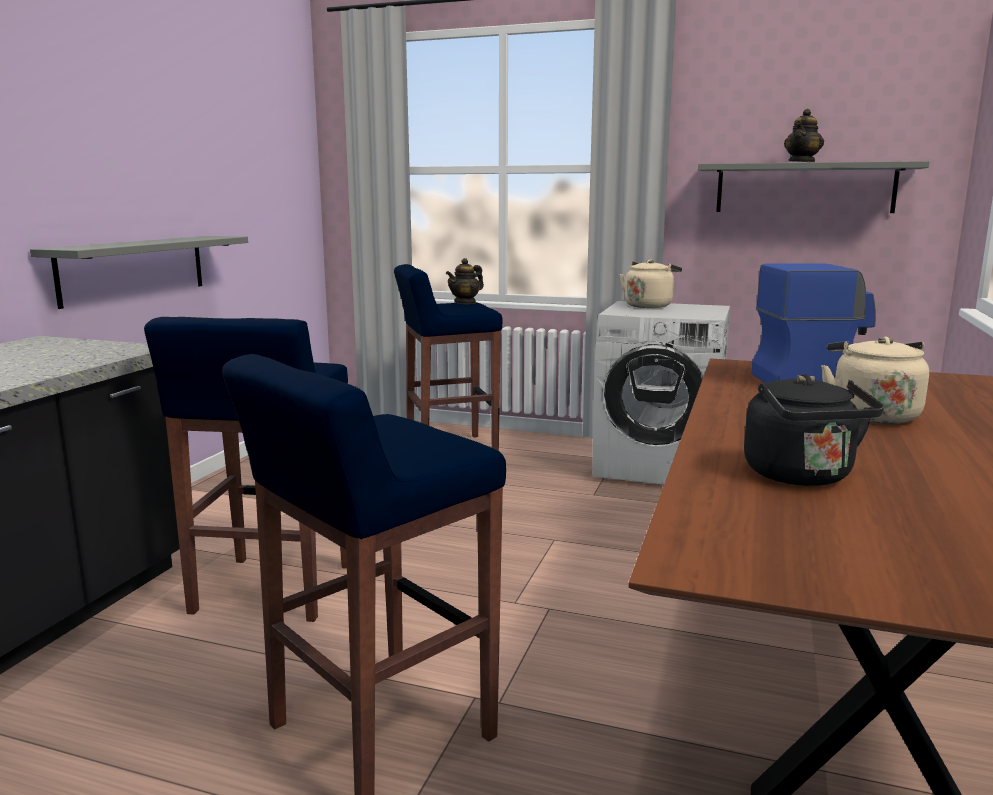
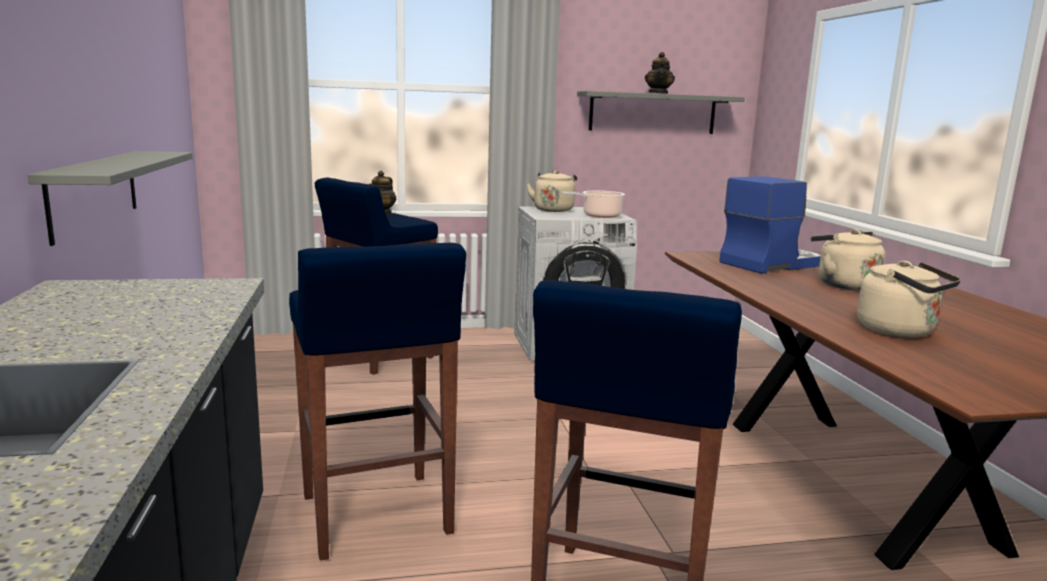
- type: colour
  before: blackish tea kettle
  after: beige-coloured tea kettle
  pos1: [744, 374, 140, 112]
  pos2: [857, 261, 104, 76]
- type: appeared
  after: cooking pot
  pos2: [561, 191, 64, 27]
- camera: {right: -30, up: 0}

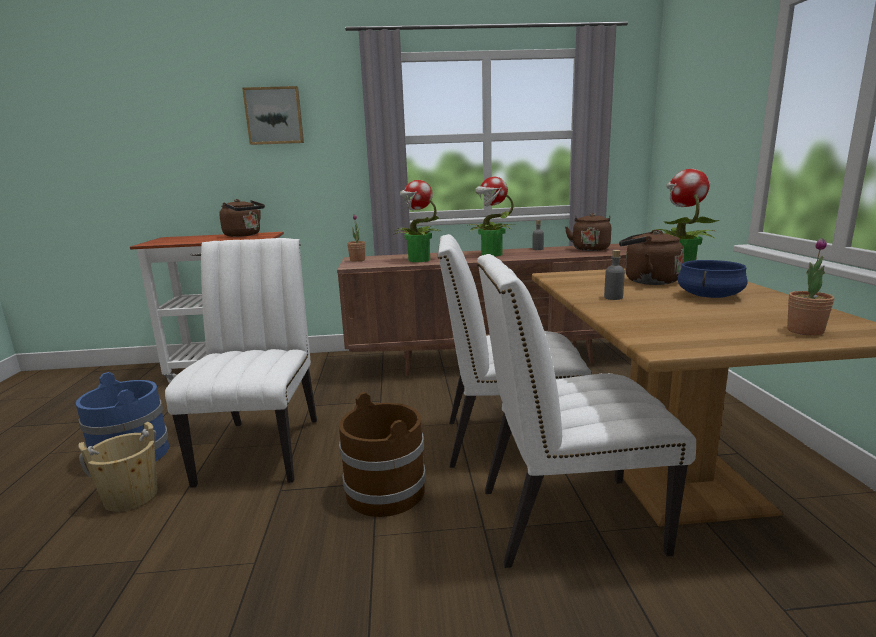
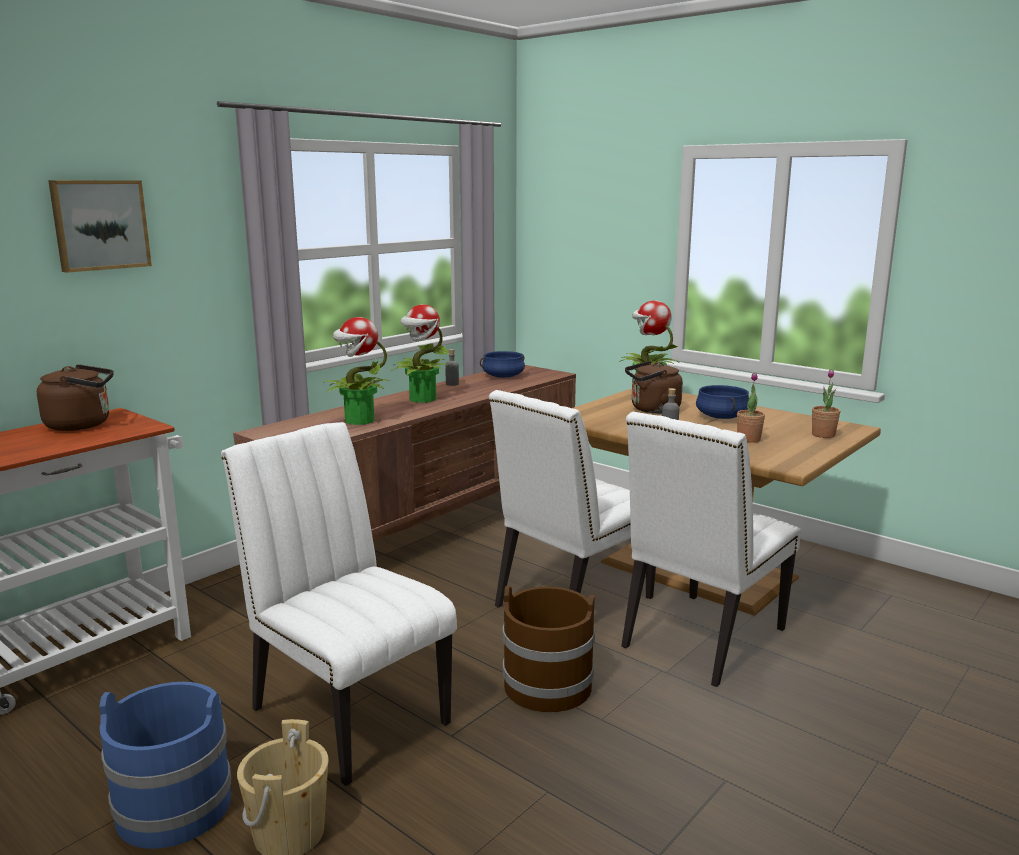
- type: exchanged
  before: brown tea kettle
  after: blue-coloured cooking pot
  pos1: [565, 213, 46, 38]
  pos2: [480, 351, 45, 27]
- type: relocated
  before: plant in a pot
  pos1: [347, 214, 18, 48]
  pos2: [737, 373, 28, 70]
- camera: {right: -45, up: 0}

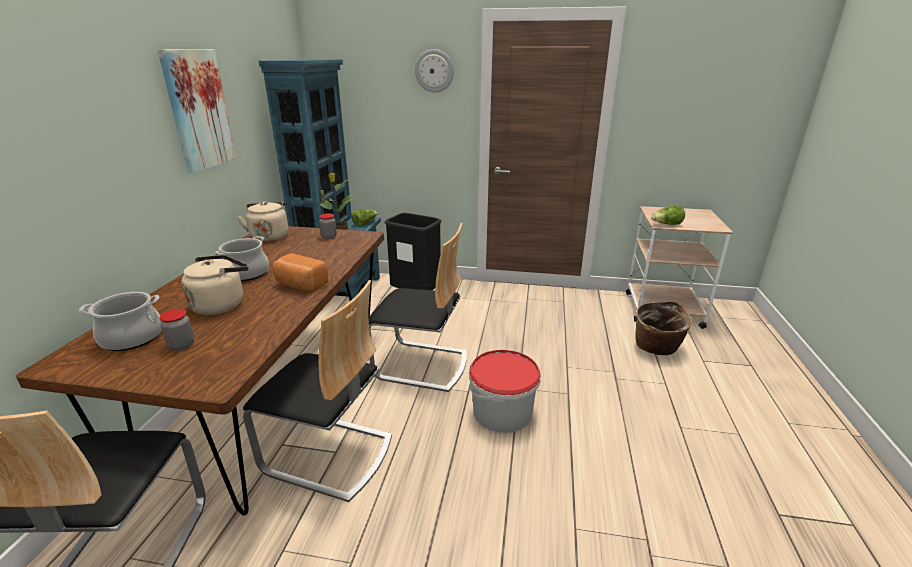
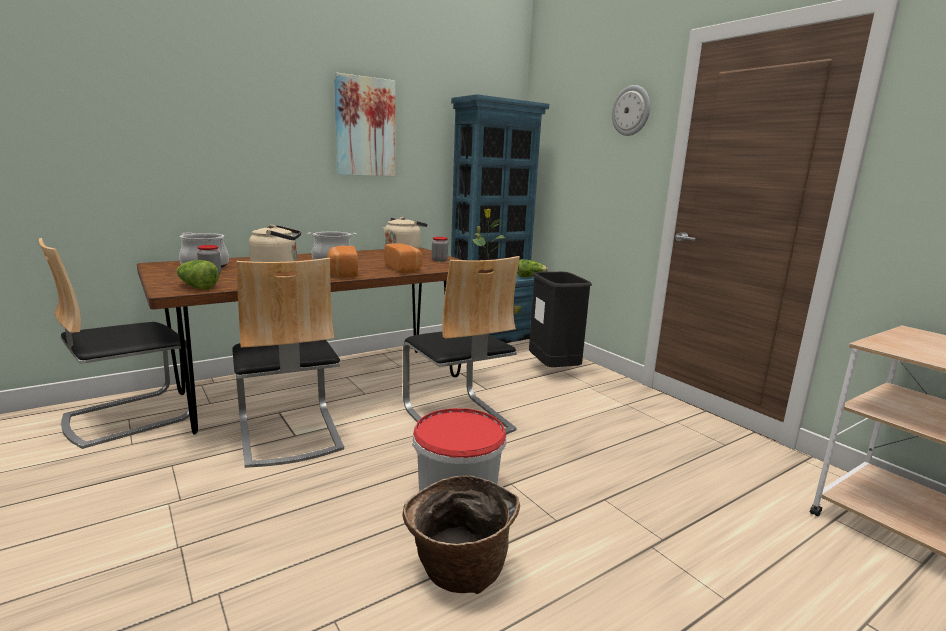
- type: relocated
  before: lettuce
  pos1: [651, 205, 34, 20]
  pos2: [177, 260, 42, 30]
- type: relocated
  before: storage basket
  pos1: [635, 301, 57, 54]
  pos2: [402, 476, 118, 118]
- type: appeared
  after: baked bread
  pos2: [384, 243, 39, 30]
- camera: {right: 45, up: -10}

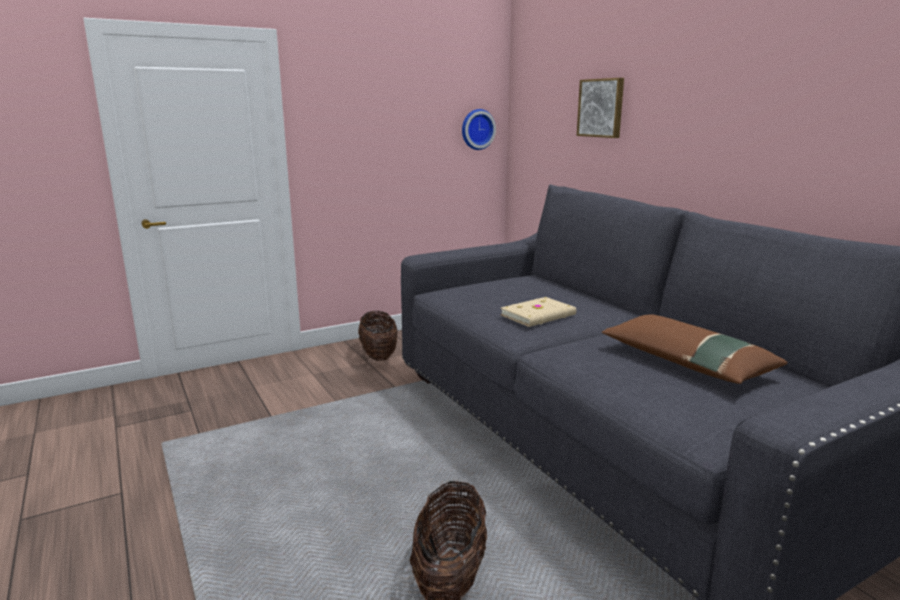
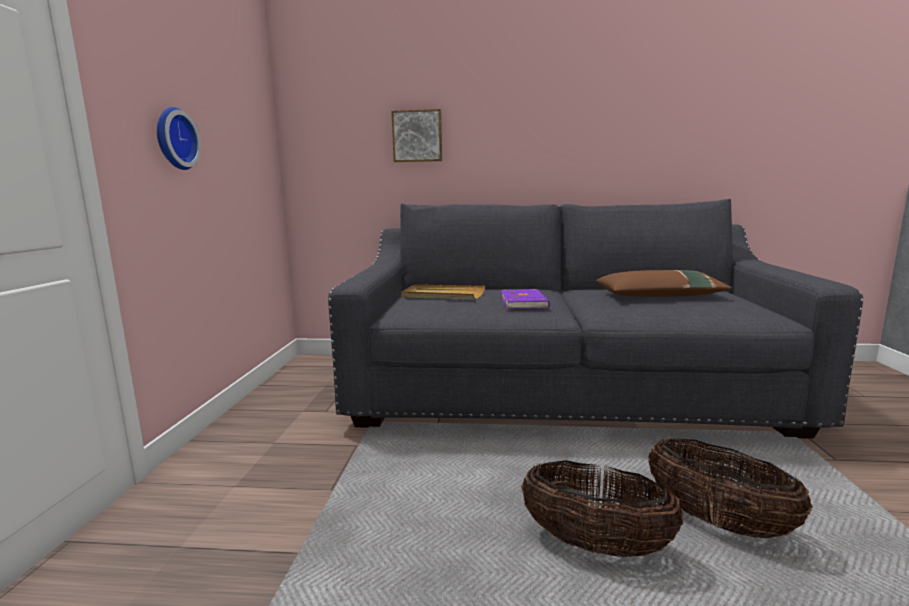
- type: relocated
  before: clock on the wall
  pos1: [462, 109, 34, 41]
  pos2: [157, 107, 44, 63]
- type: colour
  before: beige-coloured volume
  after: purple volume
  pos1: [501, 297, 75, 30]
  pos2: [501, 289, 49, 20]
- type: relocated
  before: storage basket
  pos1: [358, 311, 39, 50]
  pos2: [521, 460, 162, 97]
- type: appeared
  after: beige-coloured serving tray
  pos2: [401, 285, 84, 14]
- camera: {right: -55, up: -5}

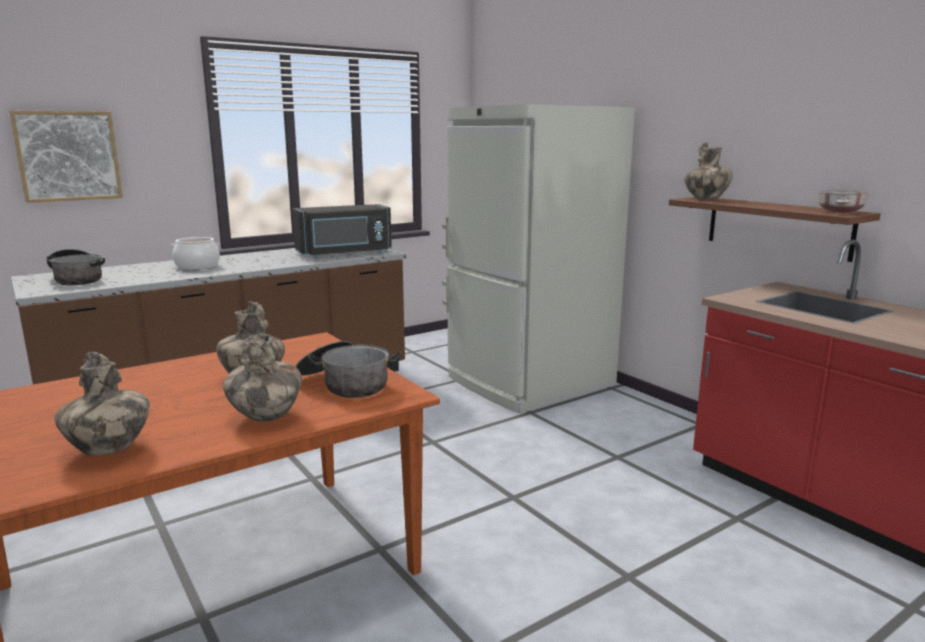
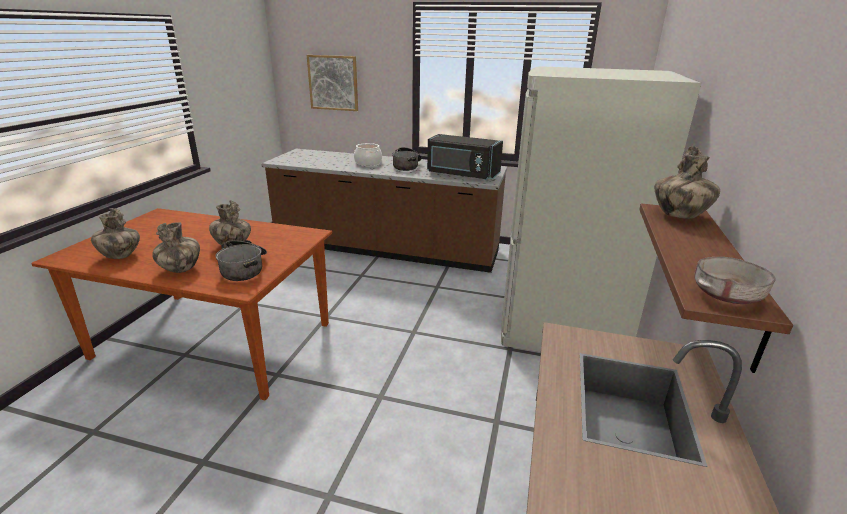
- type: relocated
  before: cooking pot
  pos1: [47, 249, 58, 36]
  pos2: [392, 147, 30, 24]
- camera: {right: 50, up: 10}

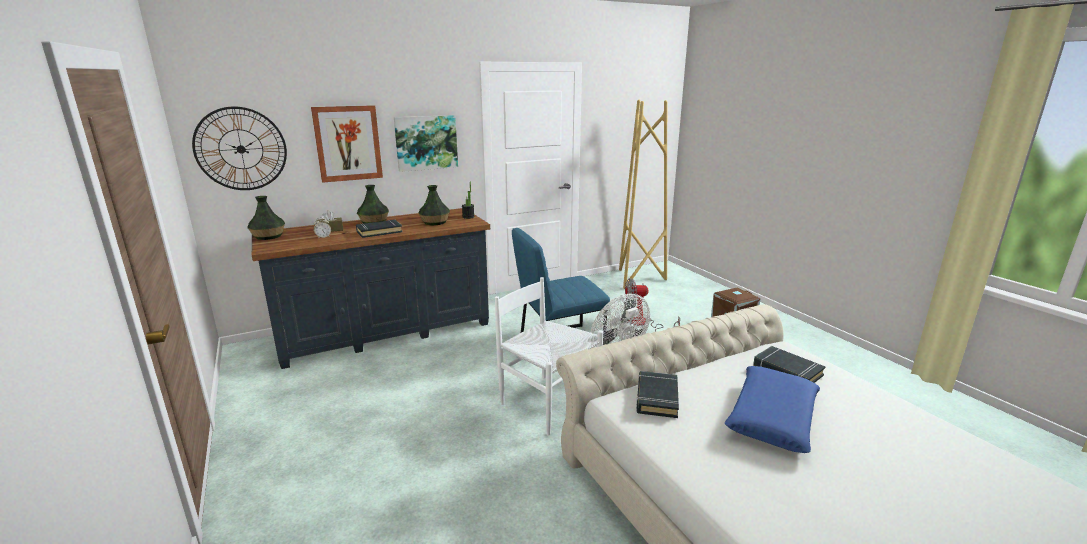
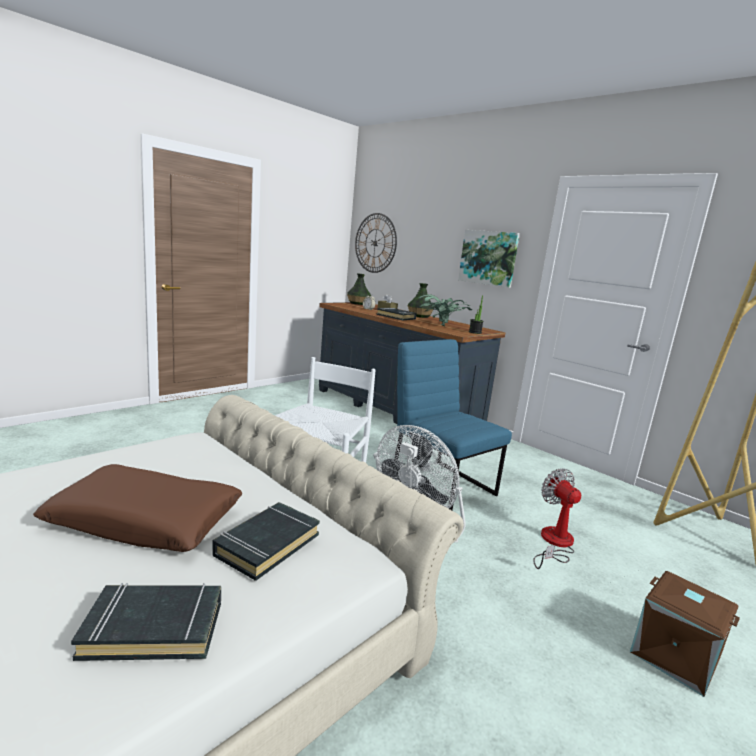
- type: missing
  before: wall art
  pos1: [311, 105, 72, 78]
- type: exchanged
  before: flower vase
  after: plant in a pot
  pos1: [419, 185, 31, 40]
  pos2: [418, 294, 54, 33]
- type: colour
  before: blue-coloured throw pillow
  after: brown throw pillow
  pos1: [725, 366, 95, 87]
  pos2: [33, 464, 209, 88]
- type: relocated
  before: blackish volume
  pos1: [636, 371, 43, 47]
  pos2: [71, 583, 150, 78]
- camera: {right: 70, up: -5}

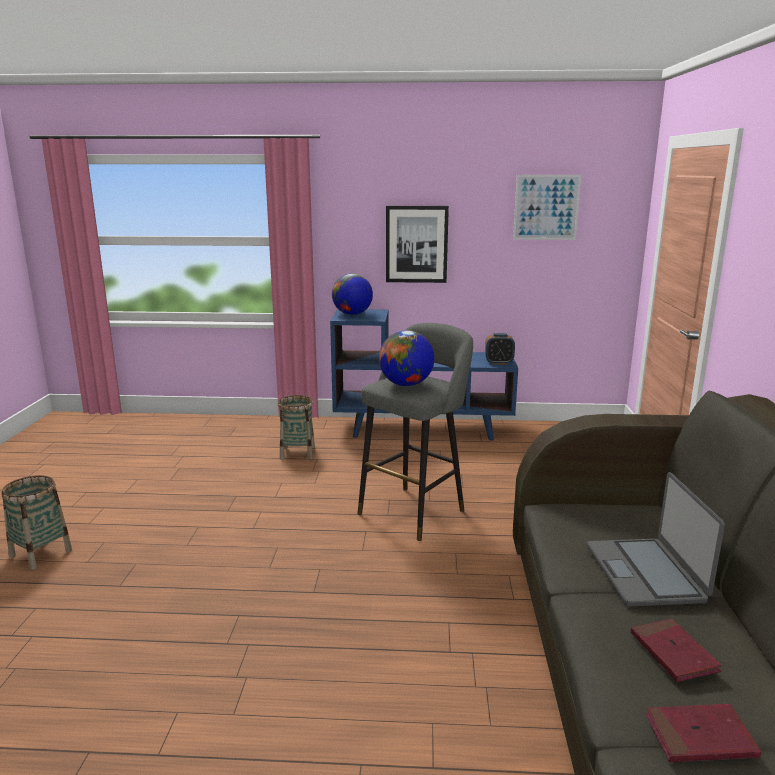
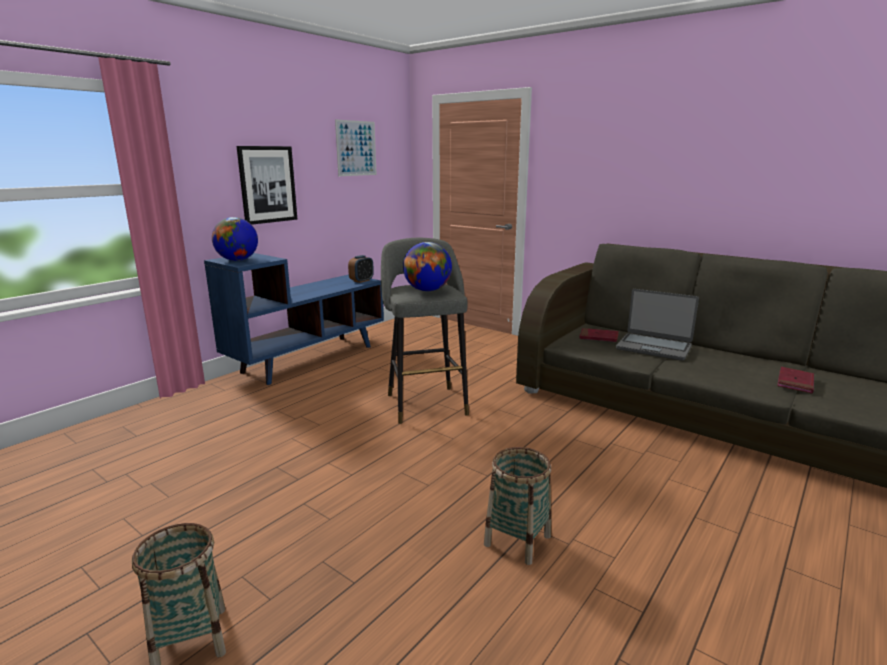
- type: relocated
  before: storage basket
  pos1: [278, 395, 37, 65]
  pos2: [484, 447, 67, 118]
- type: relocated
  before: red-coloured volume
  pos1: [631, 619, 91, 63]
  pos2: [579, 328, 40, 14]
- camera: {right: -55, up: 0}

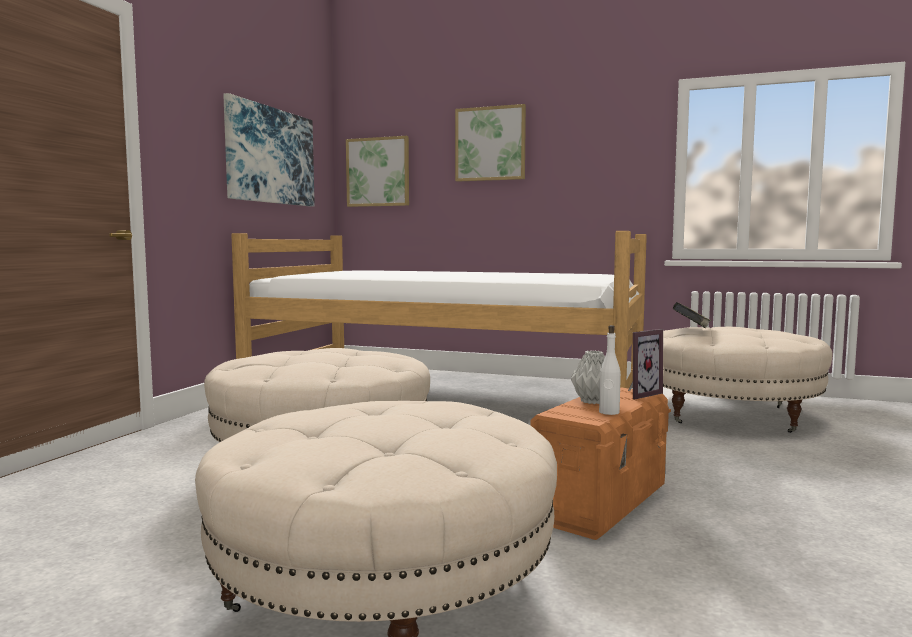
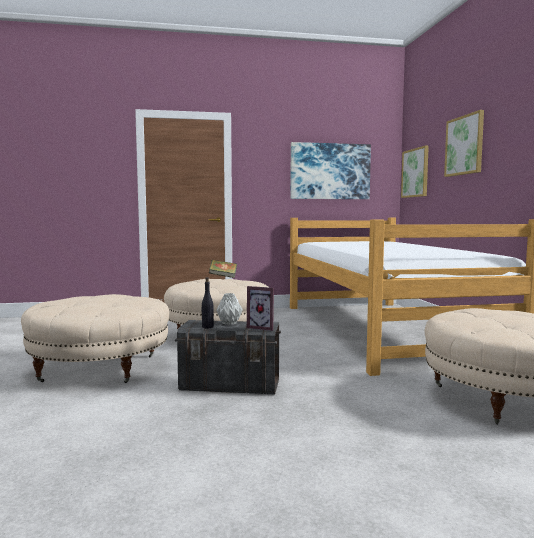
- type: relocated
  before: volume
  pos1: [672, 302, 39, 26]
  pos2: [209, 260, 28, 18]
- type: colour
  before: whitish bottle
  after: blackish bottle
  pos1: [599, 325, 22, 90]
  pos2: [201, 277, 13, 51]
- type: colour
  before: orangey storage box
  after: grey storage box
  pos1: [530, 387, 141, 153]
  pos2: [175, 320, 106, 74]
- camera: {right: 60, up: 0}

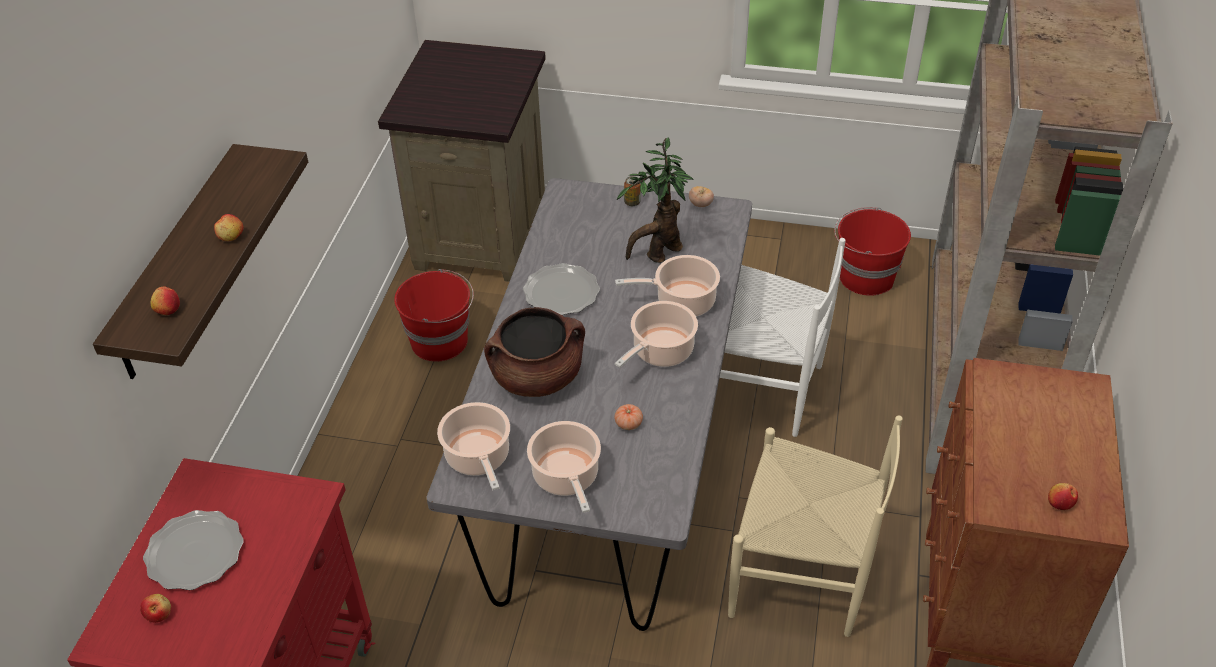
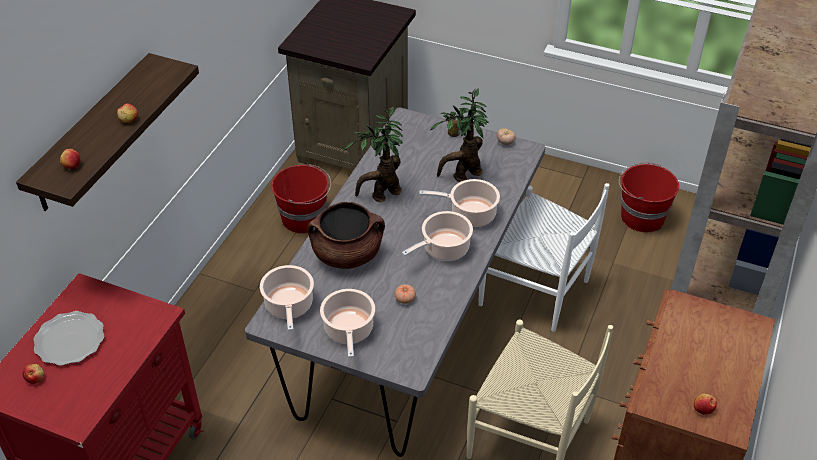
- type: exchanged
  before: dinner plate
  after: plant in a pot
  pos1: [523, 263, 77, 52]
  pos2: [344, 107, 59, 95]
- camera: {right: 10, up: 0}

